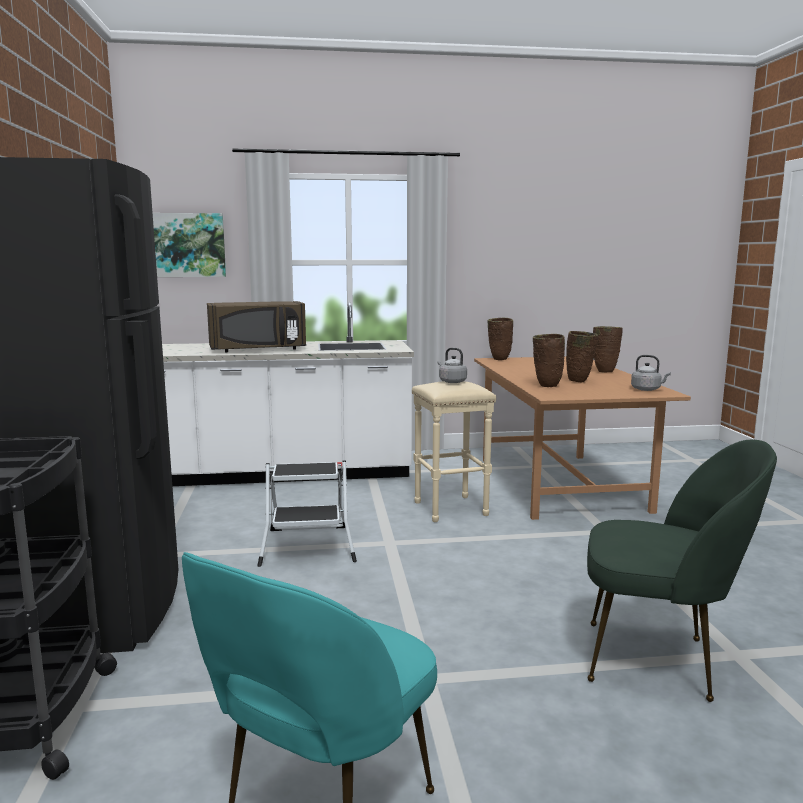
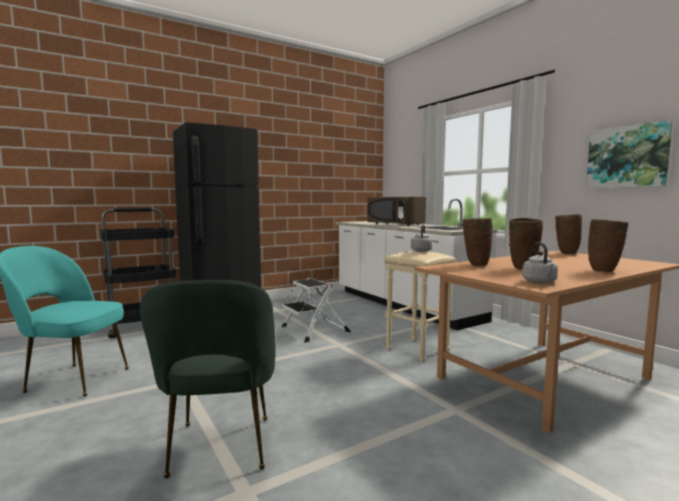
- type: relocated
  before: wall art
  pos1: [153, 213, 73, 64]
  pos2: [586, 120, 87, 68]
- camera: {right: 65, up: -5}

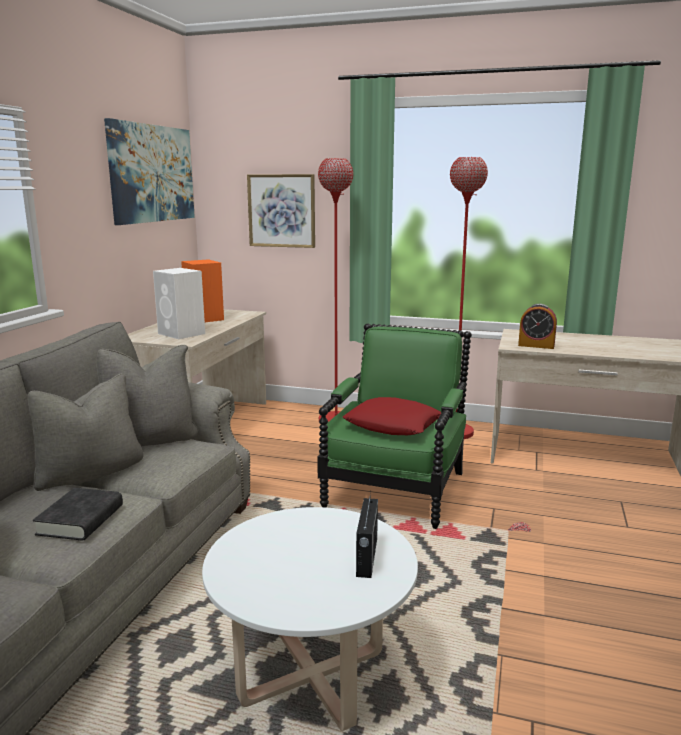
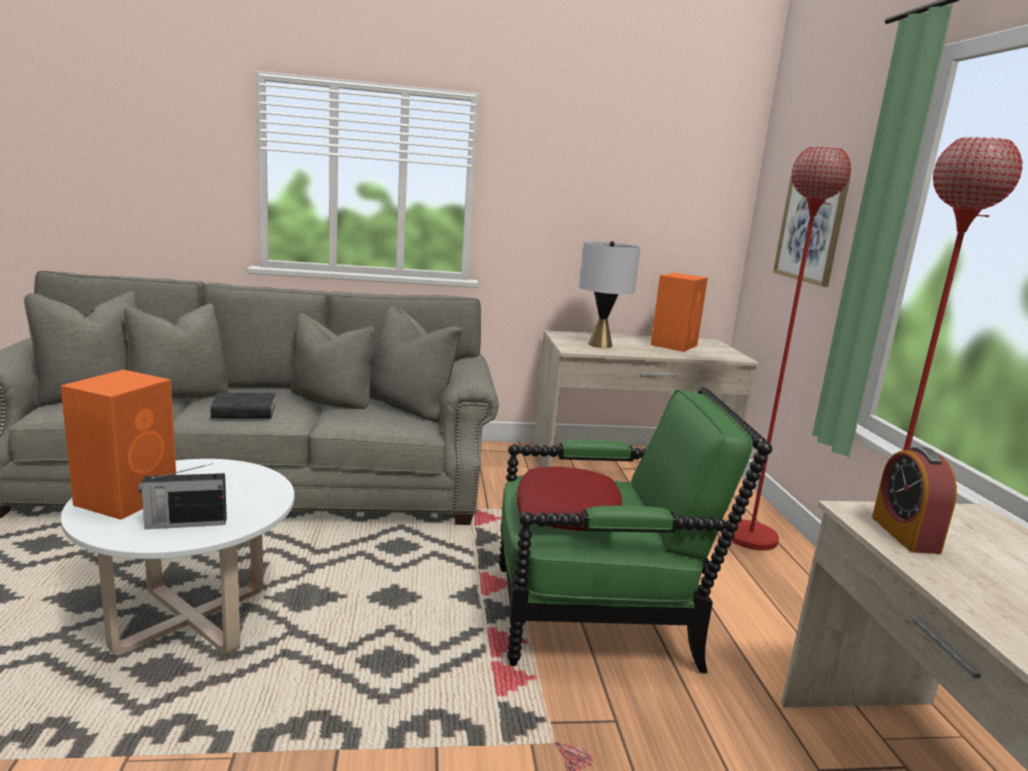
- type: missing
  before: wall art
  pos1: [104, 118, 91, 107]
- type: exchanged
  before: whitish audio speaker
  after: grey tabletop lamp
  pos1: [153, 268, 52, 71]
  pos2: [579, 241, 62, 107]
- type: appeared
  after: orangey audio speaker
  pos2: [61, 370, 115, 150]
- camera: {right: 65, up: 0}

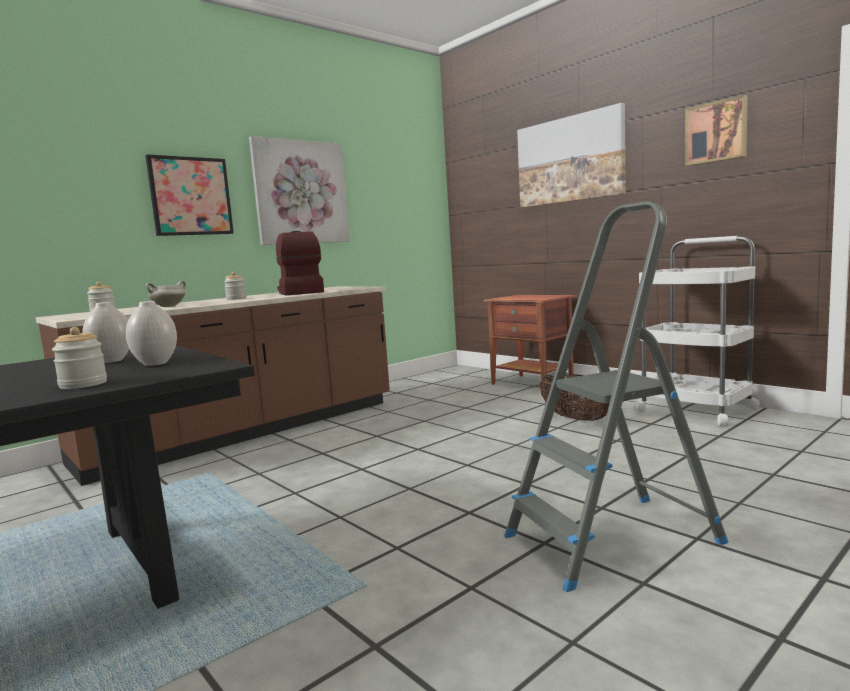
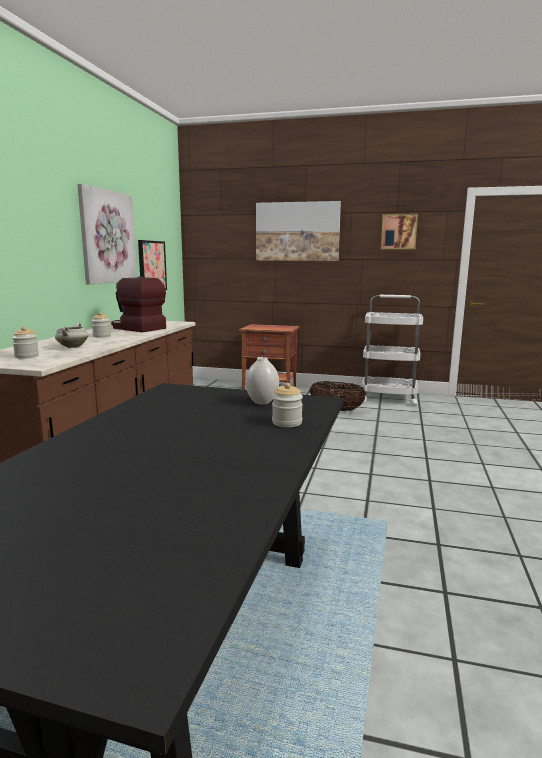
- type: relocated
  before: wall art
  pos1: [145, 154, 89, 82]
  pos2: [138, 240, 29, 50]
- type: missing
  before: grey step ladder
  pos1: [504, 201, 225, 391]
- type: missing
  before: whitish flower vase
  pos1: [83, 302, 46, 61]
- camera: {right: -35, up: 5}

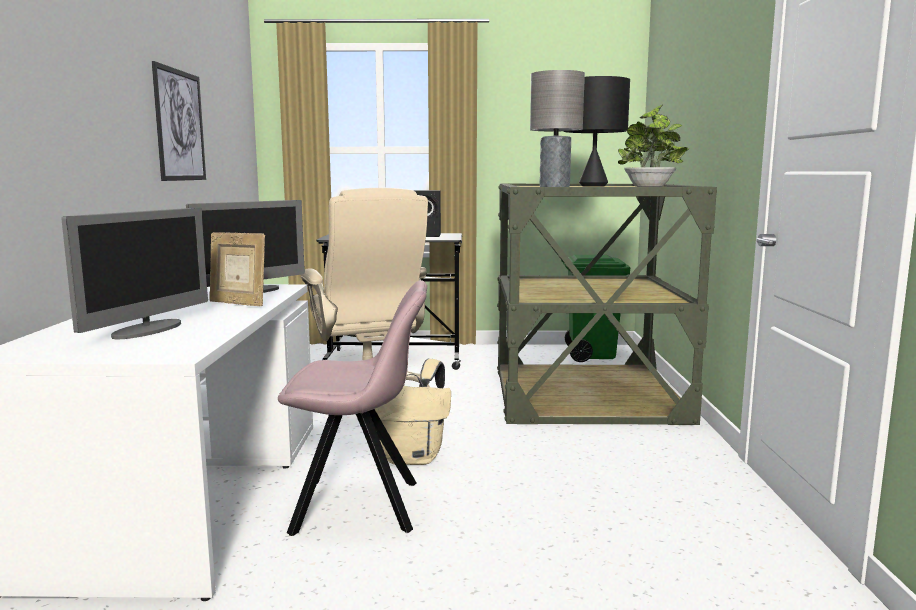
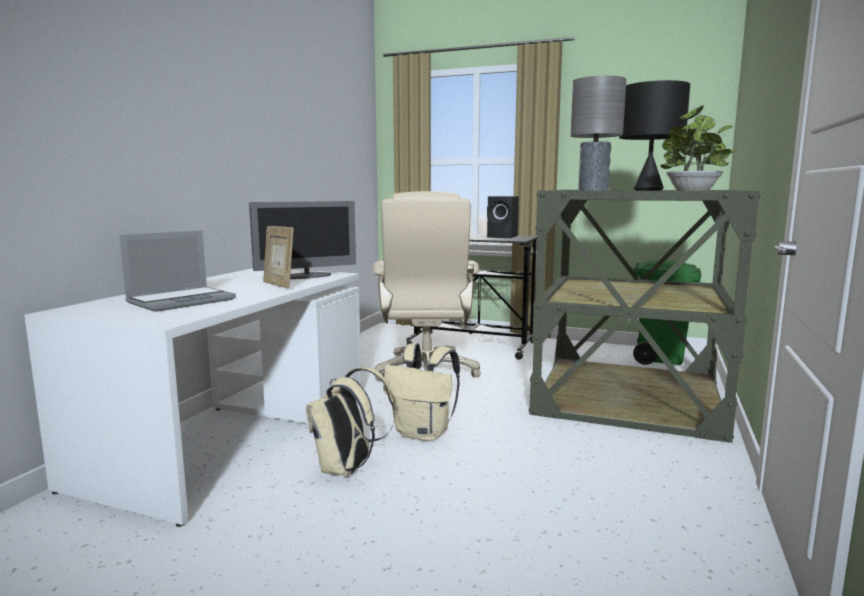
- type: missing
  before: wall art
  pos1: [152, 61, 54, 120]
- type: exchanged
  before: computer screen
  after: portable computer
  pos1: [61, 208, 147, 131]
  pos2: [119, 230, 117, 82]
- type: exchanged
  before: pink-coloured plain chair
  after: beige-coloured rucksack
  pos1: [278, 280, 149, 256]
  pos2: [306, 367, 89, 110]
- camera: {right: 20, up: 0}

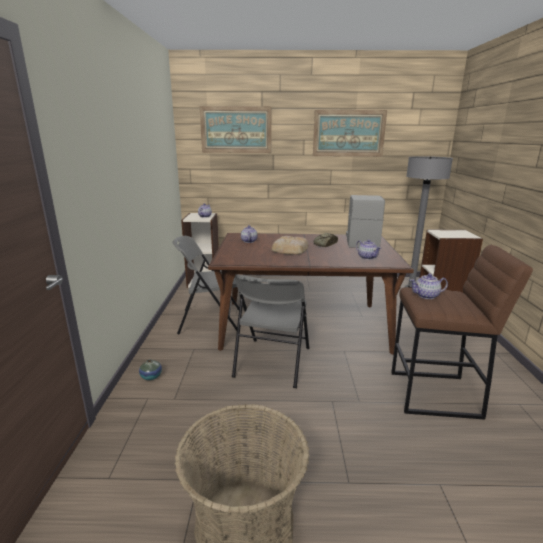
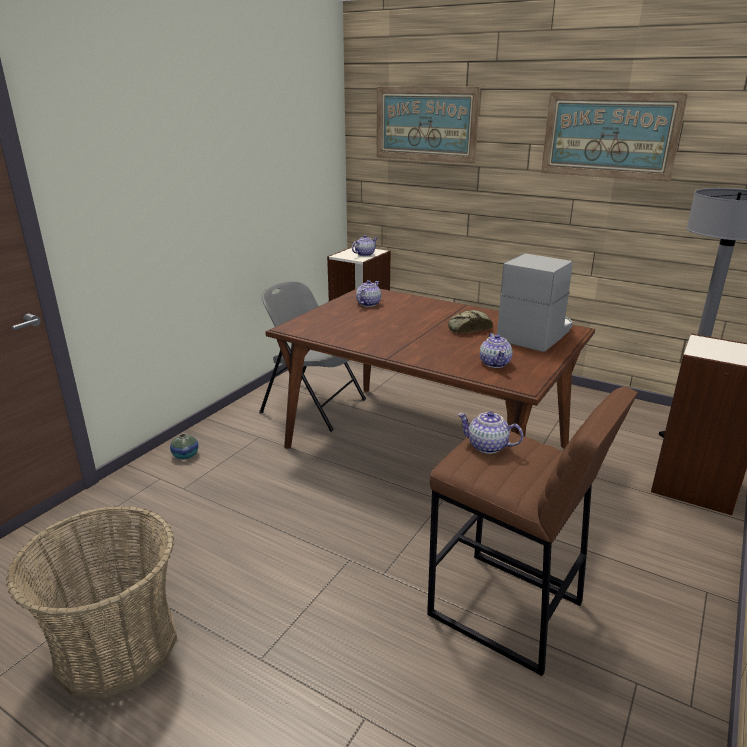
- type: missing
  before: baked bread
  pos1: [271, 236, 38, 19]
- type: missing
  before: grey plain chair
  pos1: [232, 274, 78, 114]
- camera: {right: 30, up: 5}

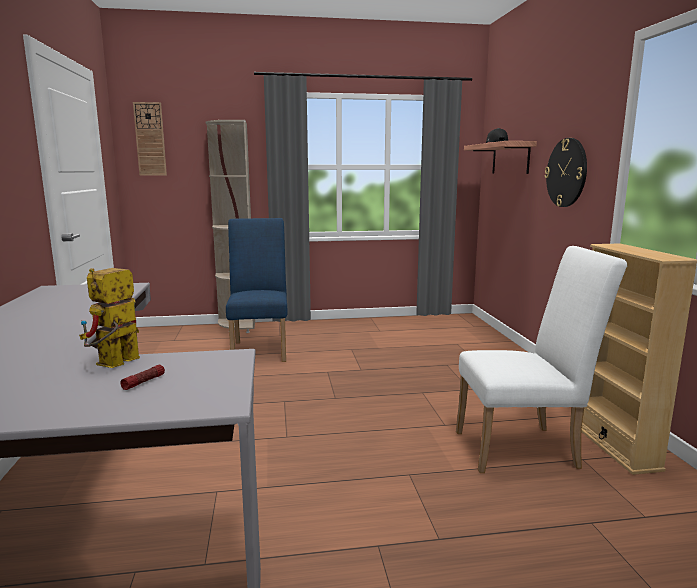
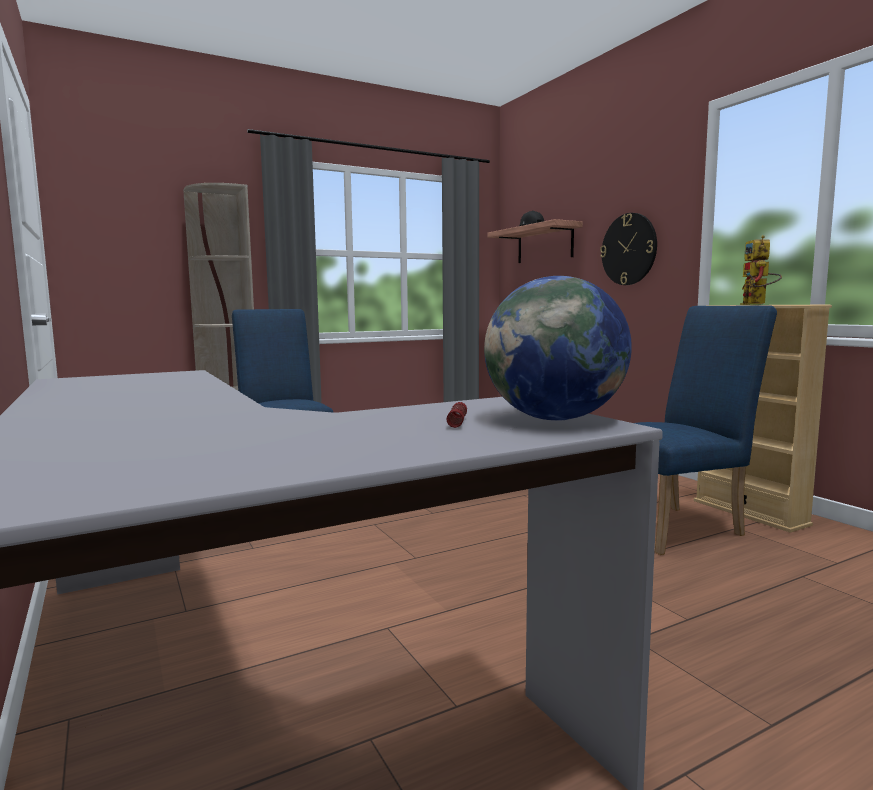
- type: missing
  before: clock on the wall
  pos1: [133, 102, 34, 74]
- type: colour
  before: whitish plain chair
  after: blue-coloured plain chair
  pos1: [456, 246, 171, 227]
  pos2: [635, 305, 142, 250]
- type: relocated
  before: robot figure
  pos1: [79, 268, 61, 100]
  pos2: [740, 235, 42, 70]
- type: appeared
  after: world globe
  pos2: [484, 276, 148, 145]
- camera: {right: -20, up: -5}

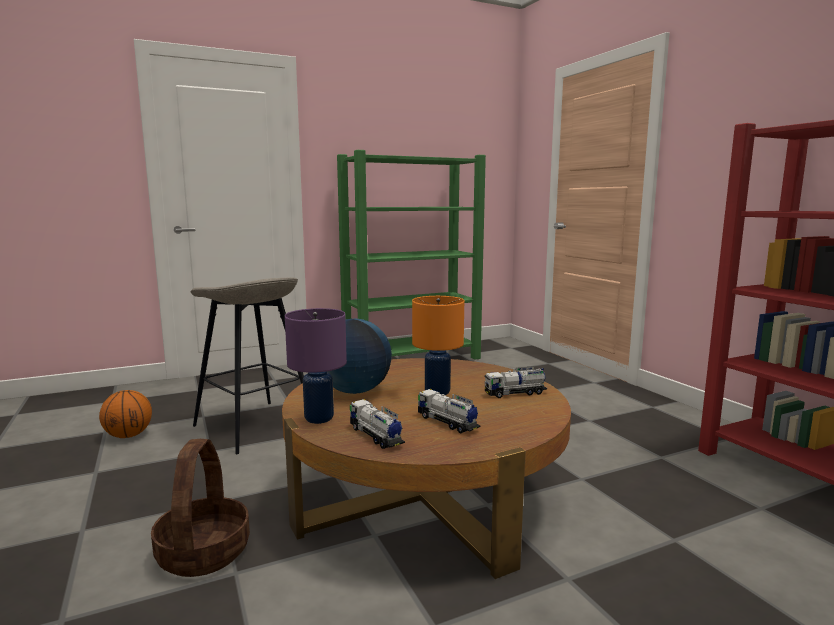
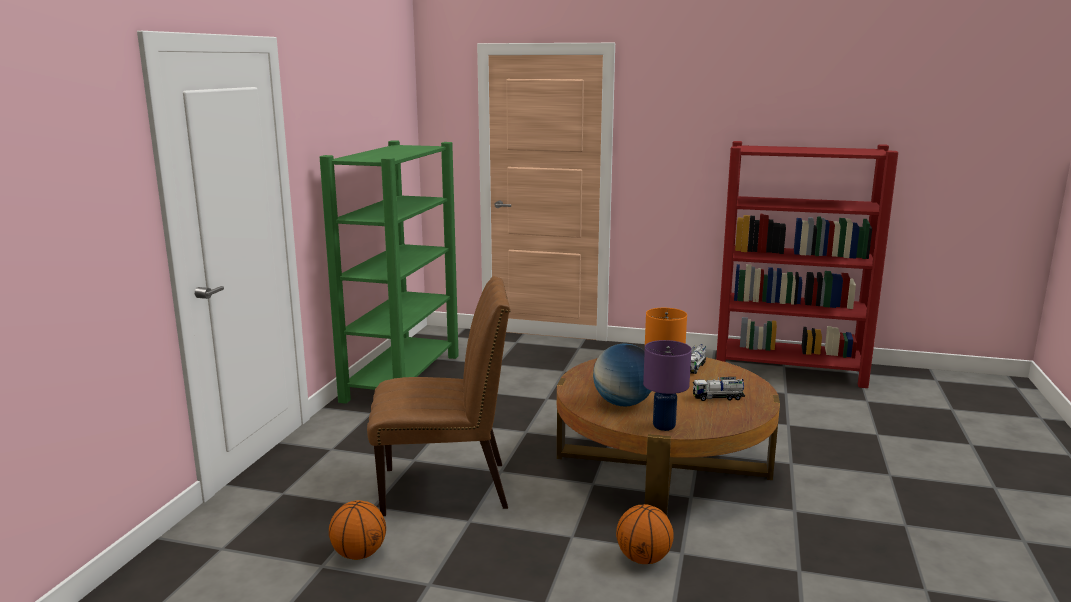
- type: exchanged
  before: grey stool
  after: brown plain chair
  pos1: [190, 278, 114, 176]
  pos2: [367, 276, 143, 240]
- type: missing
  before: model truck
  pos1: [350, 399, 55, 50]
- type: exchanged
  before: storage basket
  after: basketball ball
  pos1: [151, 439, 99, 138]
  pos2: [616, 504, 58, 60]
- camera: {right: -50, up: 5}

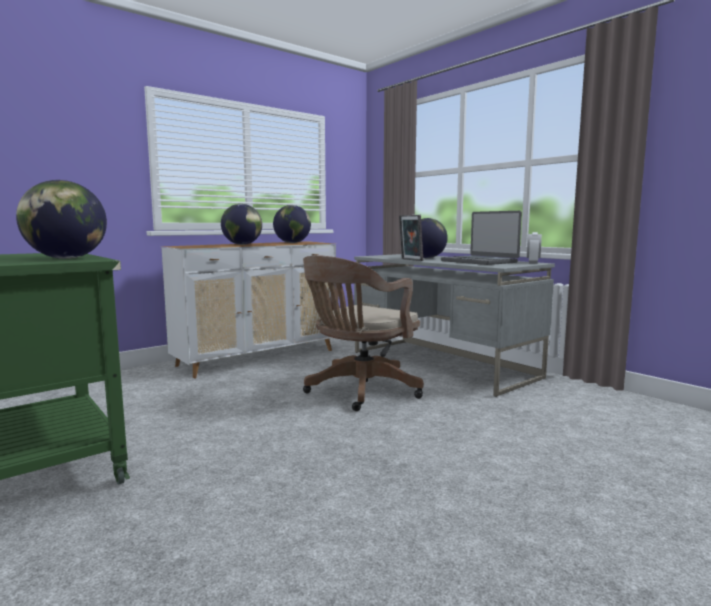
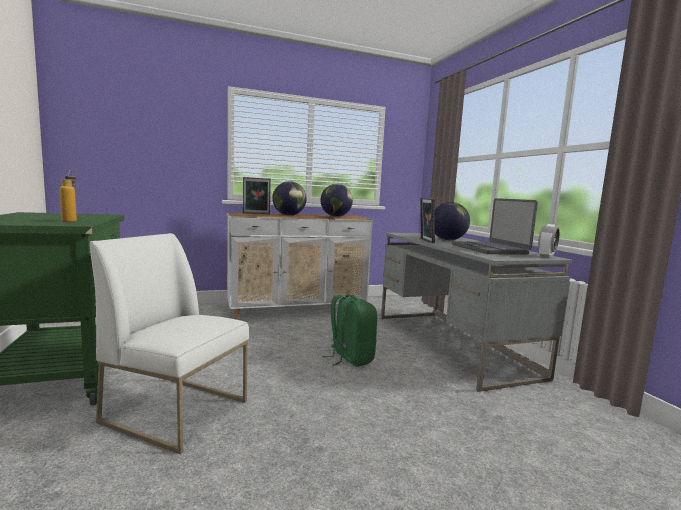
- type: exchanged
  before: world globe
  after: bottle
  pos1: [16, 180, 91, 79]
  pos2: [59, 170, 18, 52]
- type: exchanged
  before: brown desk chair
  after: greenish rucksack
  pos1: [303, 255, 121, 156]
  pos2: [322, 295, 55, 72]
- type: appeared
  after: picture frame
  pos2: [243, 177, 28, 37]
- type: appeared
  after: whitish plain chair
  pos2: [90, 233, 159, 221]
- camera: {right: 20, up: 0}

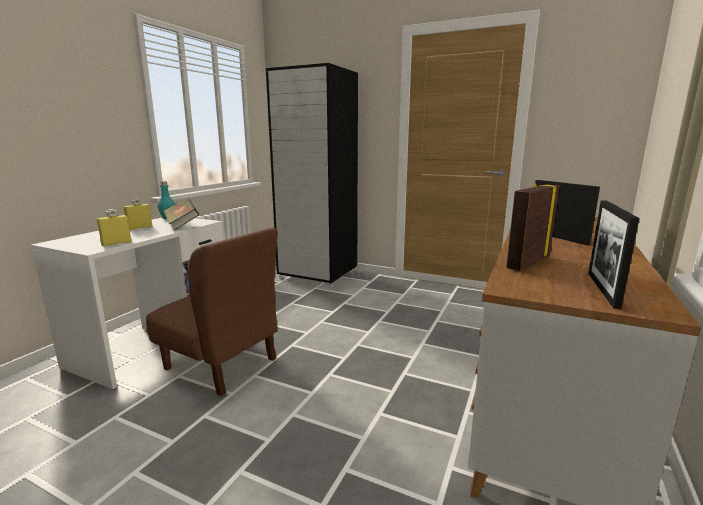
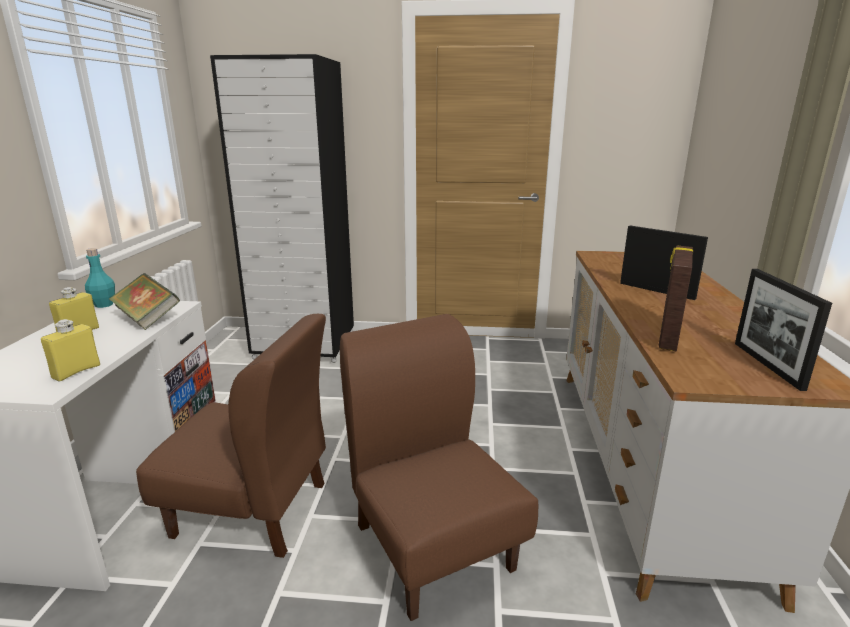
- type: appeared
  after: brown plain chair
  pos2: [340, 314, 198, 307]
- camera: {right: -20, up: 5}

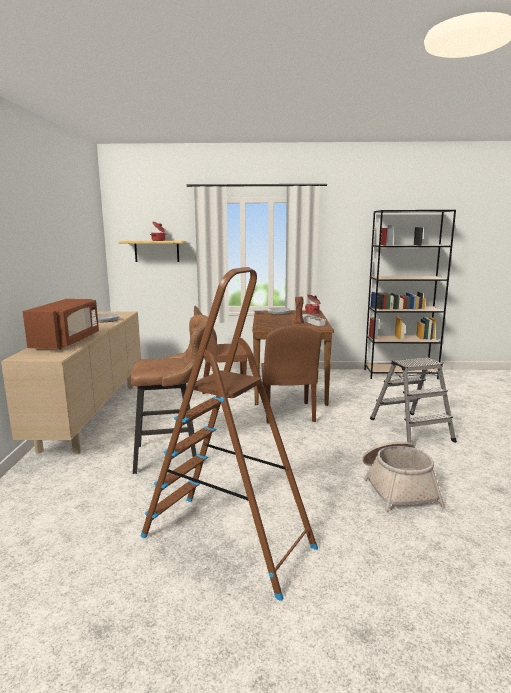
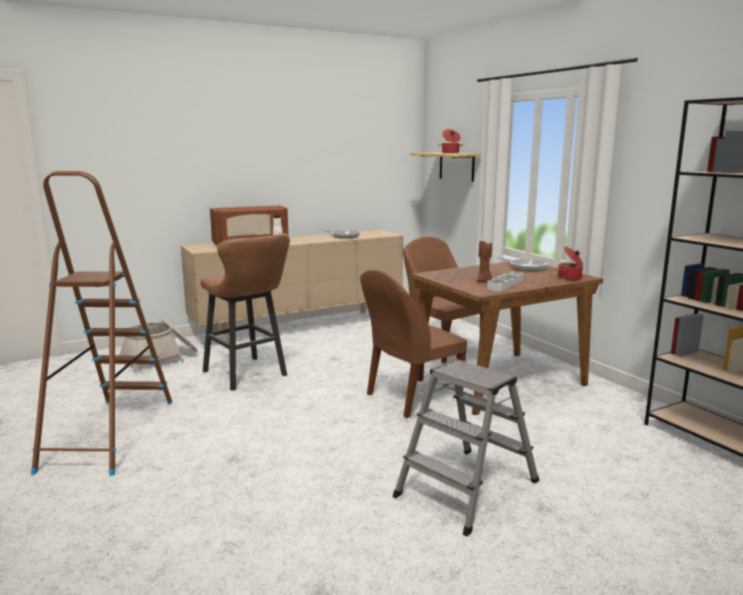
- type: relocated
  before: storage basket
  pos1: [362, 442, 83, 70]
  pos2: [120, 319, 78, 53]
- camera: {right: 60, up: 0}

